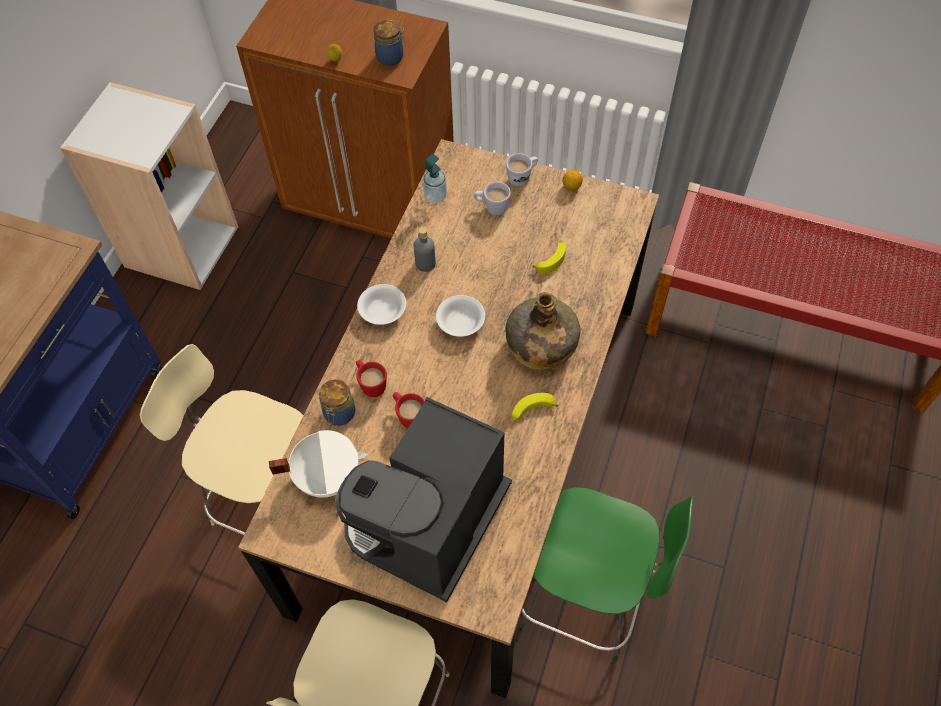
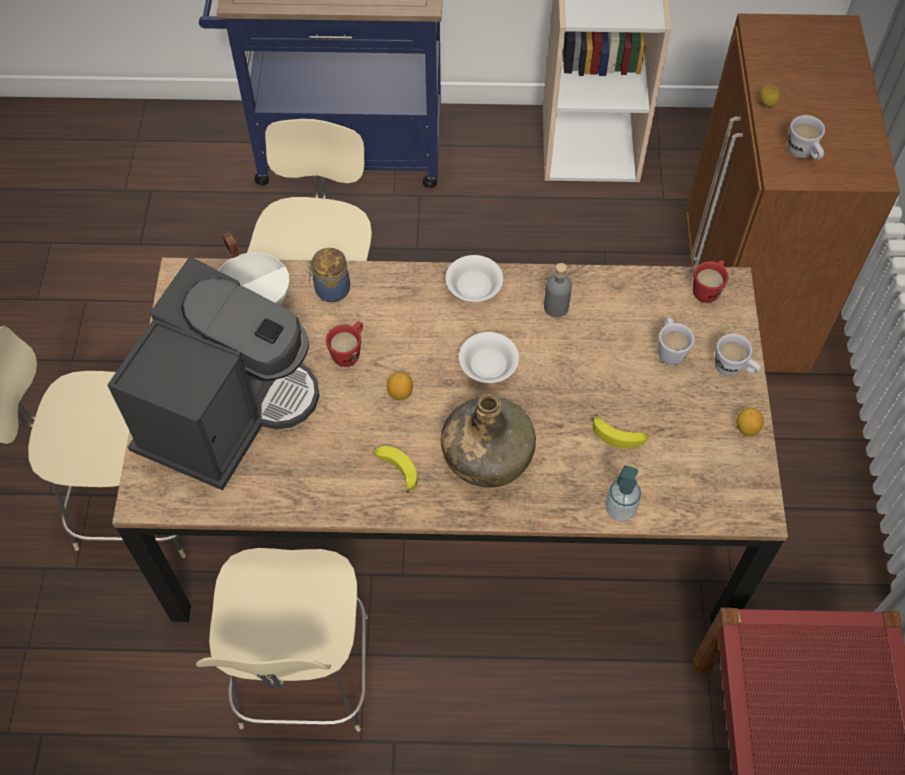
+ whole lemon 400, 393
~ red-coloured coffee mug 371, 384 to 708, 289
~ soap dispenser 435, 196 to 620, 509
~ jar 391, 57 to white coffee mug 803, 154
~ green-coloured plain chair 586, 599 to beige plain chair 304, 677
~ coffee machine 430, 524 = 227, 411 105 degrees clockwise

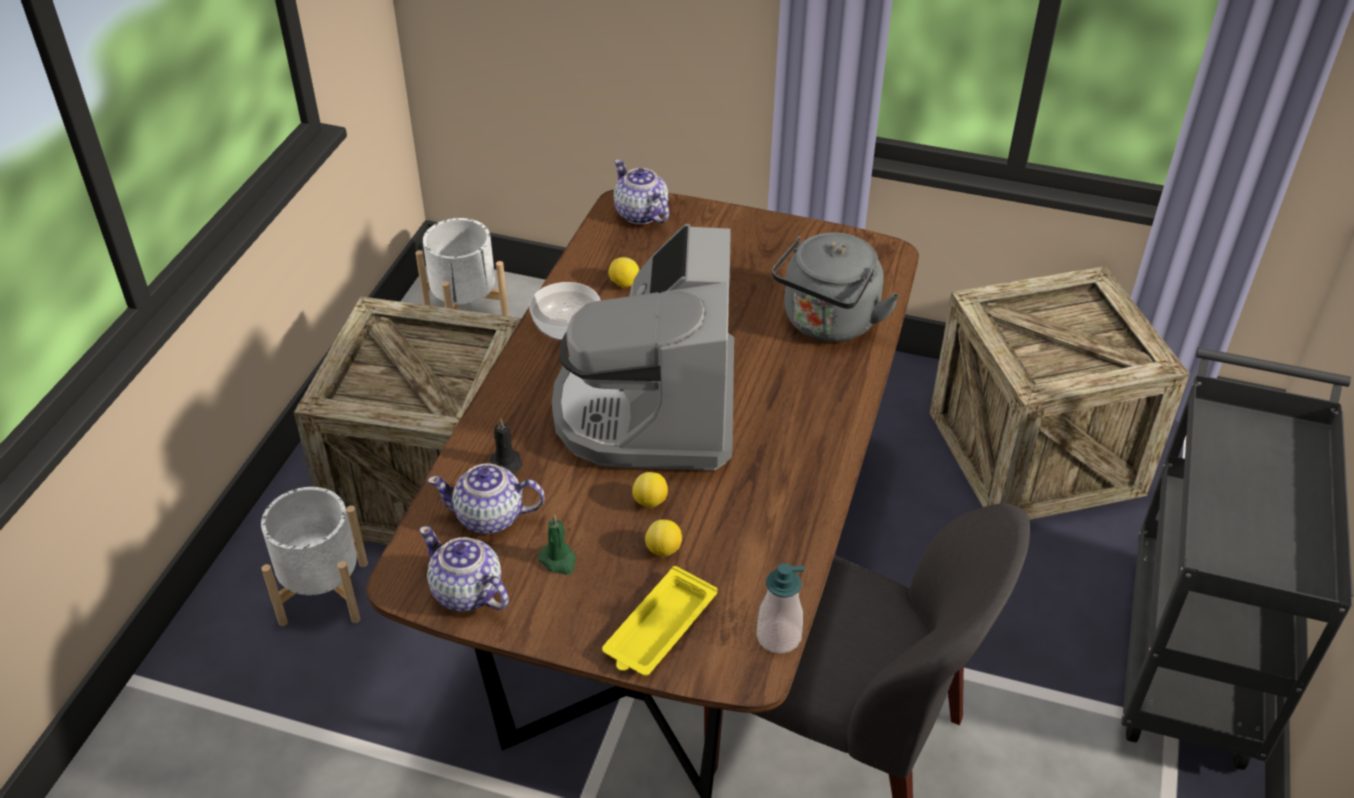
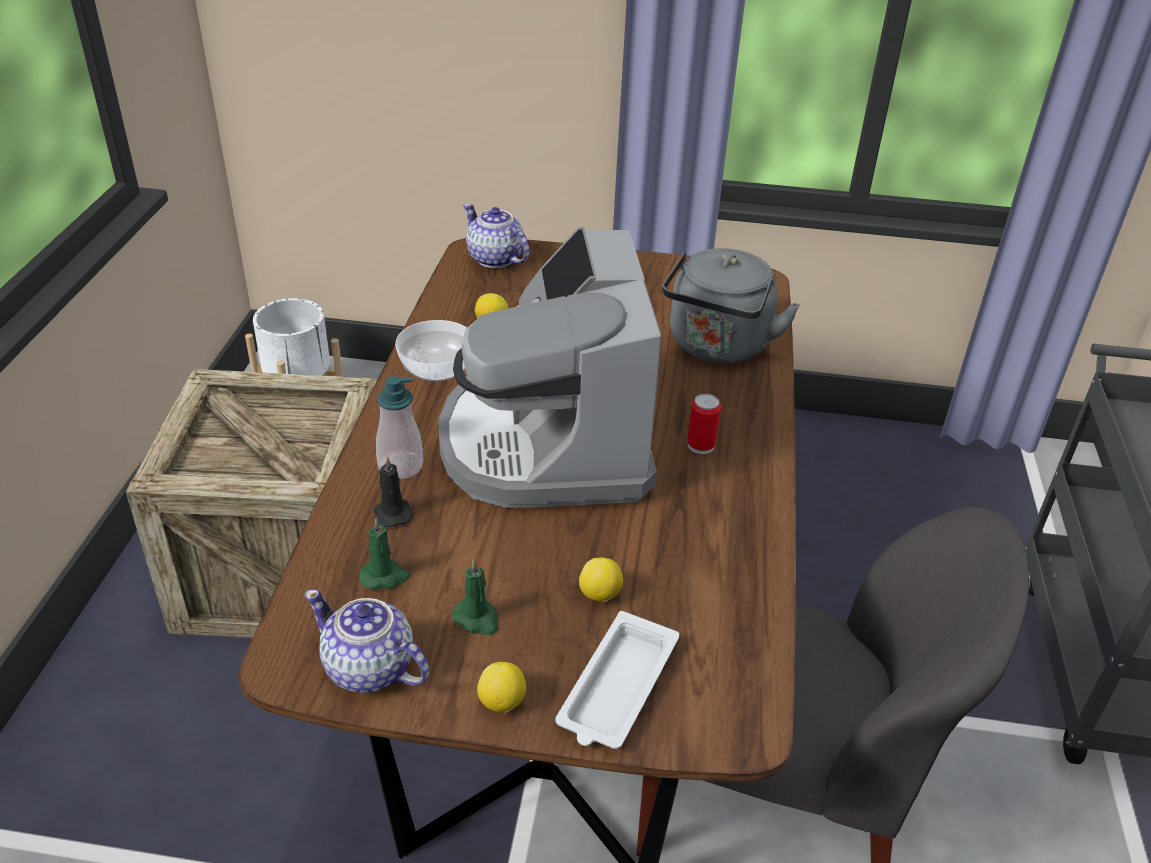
- white plant pot 324, 592
- crate 1035, 453
+ can 701, 445
~ whole lemon 650, 502 to 502, 702
~ soap dispenser 778, 636 to 400, 466
~ teapot 490, 517 to green-coloured wax candle 384, 576
~ yellow carrying tray 659, 629 to white carrying tray 617, 688

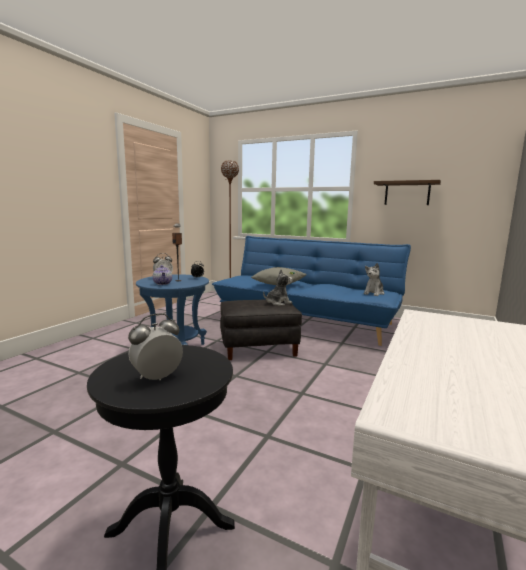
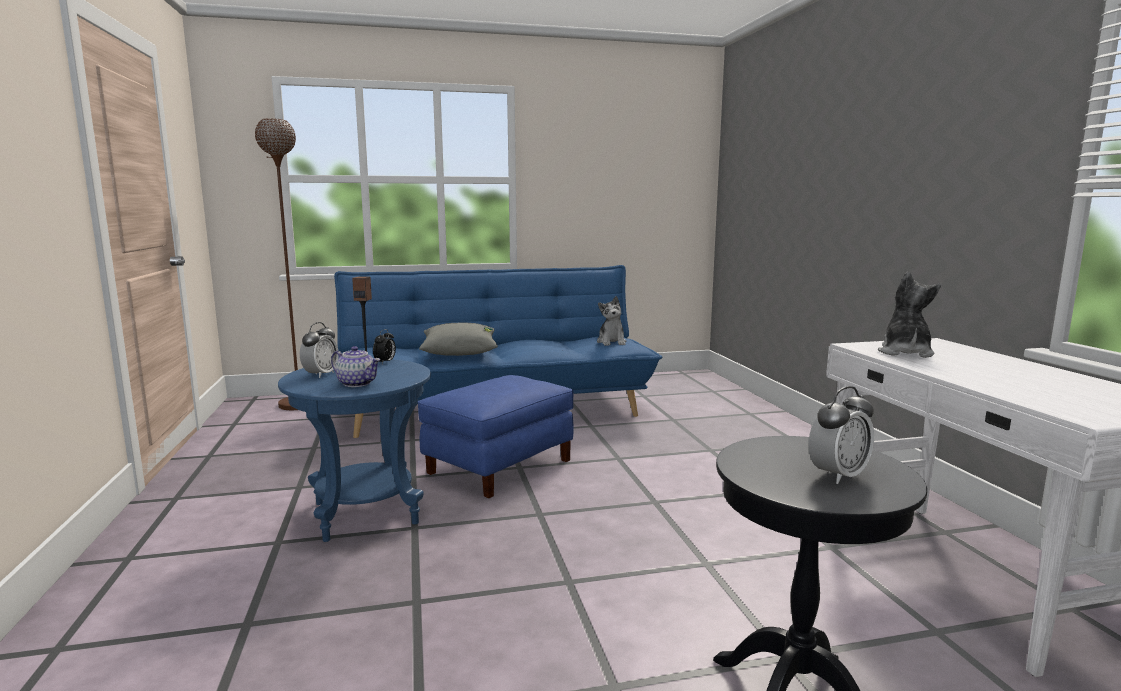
- shelf 407, 193
~ cuddly toy 278, 303 to 904, 353
~ black footrest 259, 348 to bluish footrest 499, 466
~ alarm clock 157, 377 = 838, 475 135 degrees counterclockwise

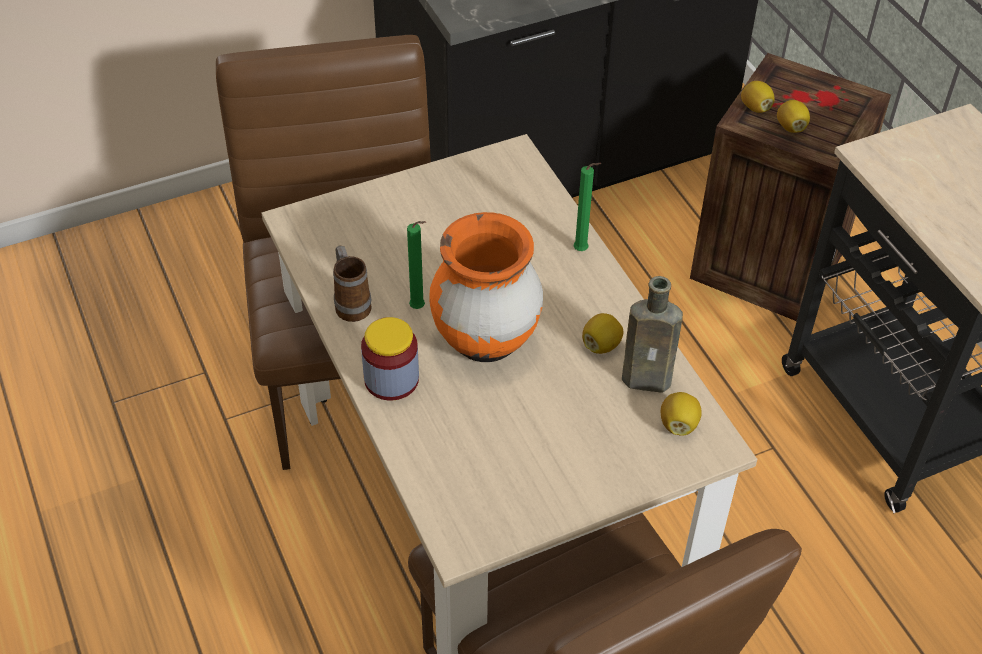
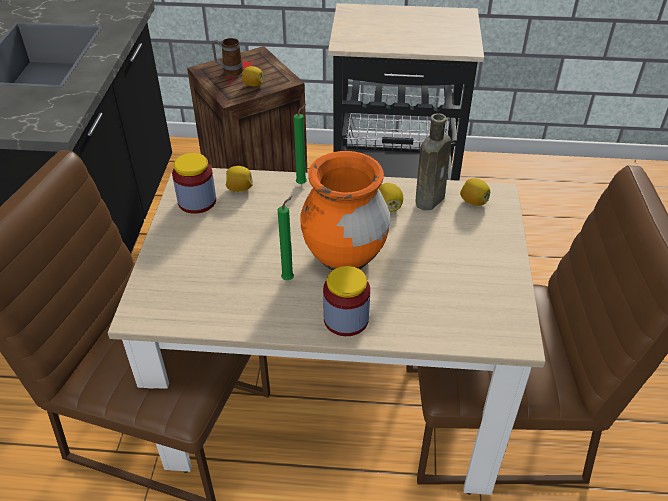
+ jar 197, 201
~ coffee mug 351, 303 to 229, 71
~ whole lemon 755, 107 to 239, 188

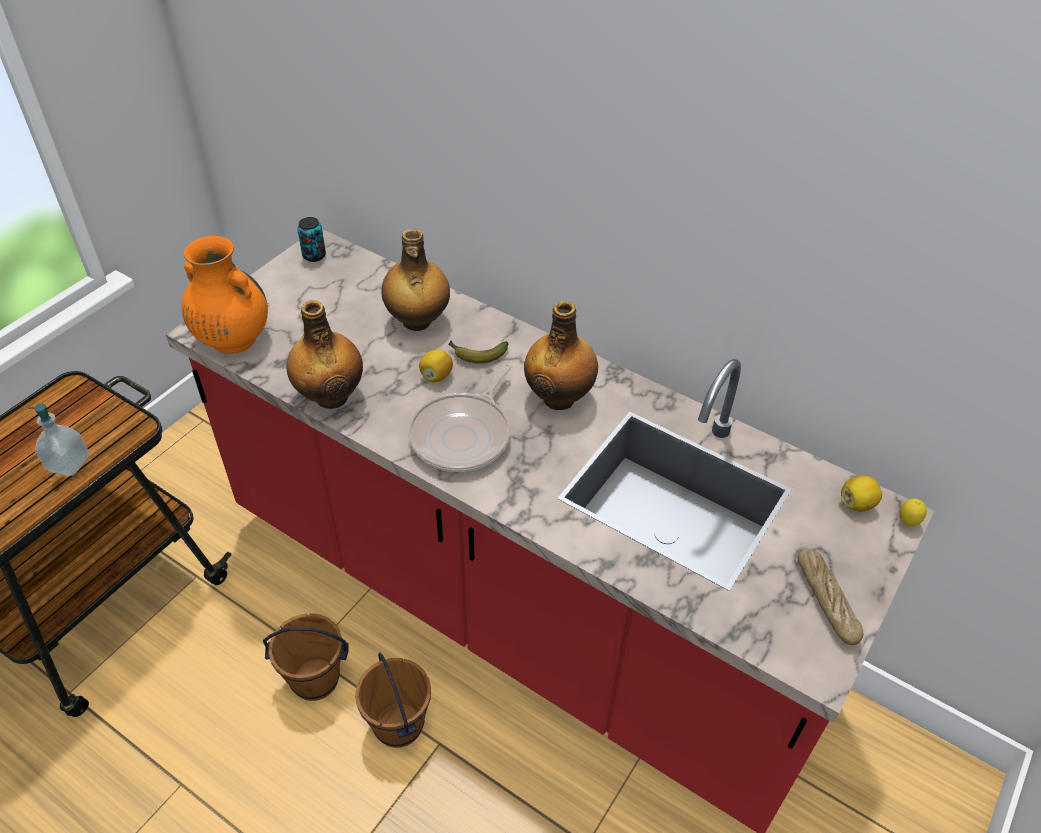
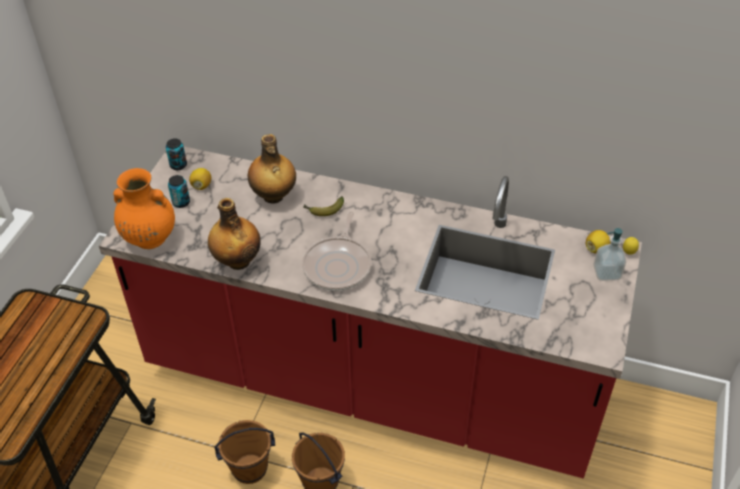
- bottle 559, 397
- bread 826, 600
+ can 181, 202
~ soap dispenser 68, 463 to 607, 272
~ whole lemon 436, 376 to 201, 186

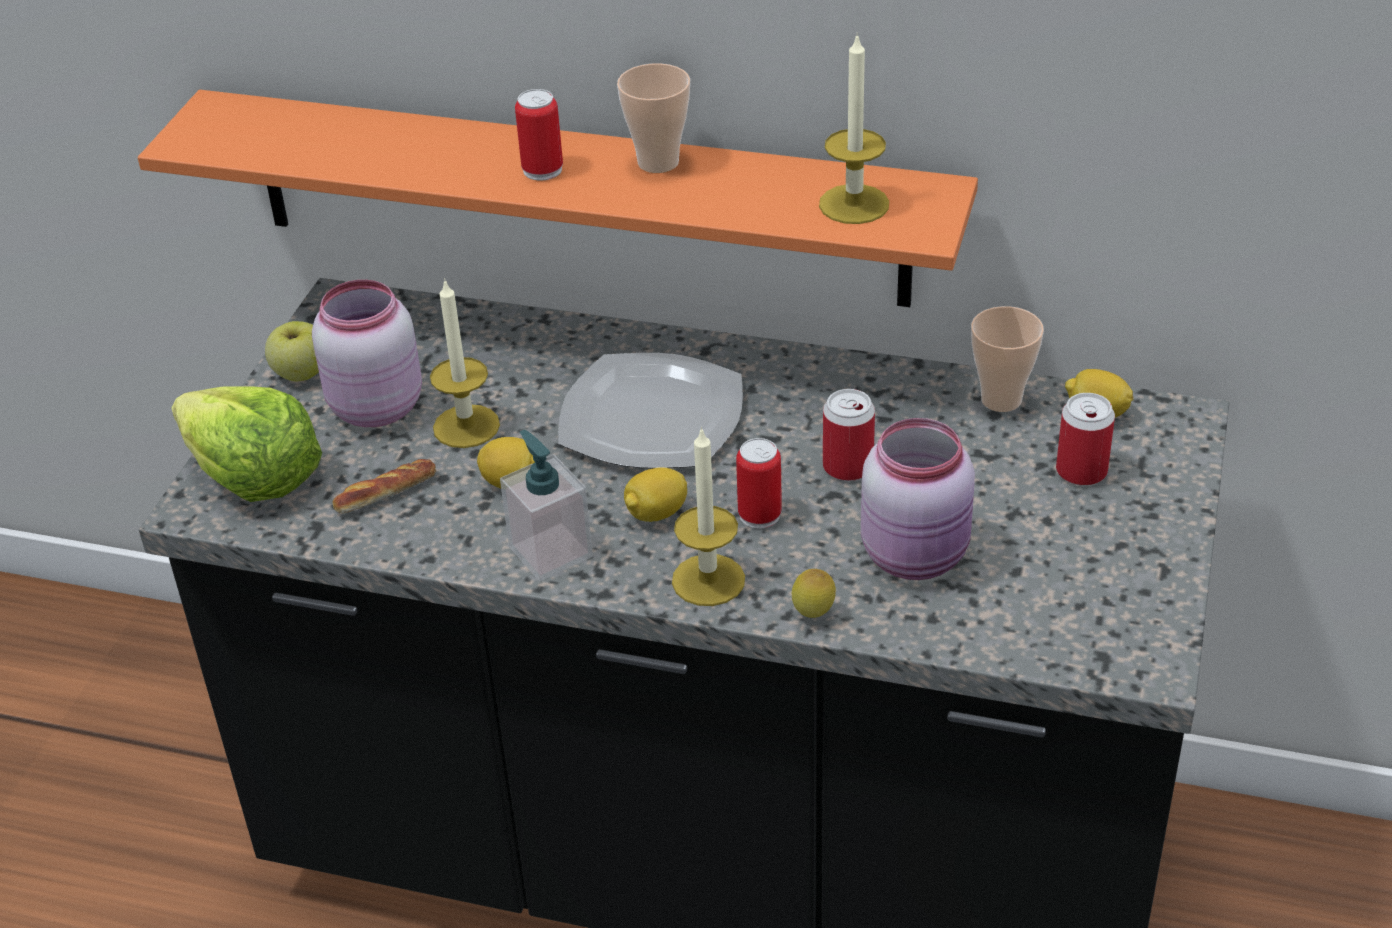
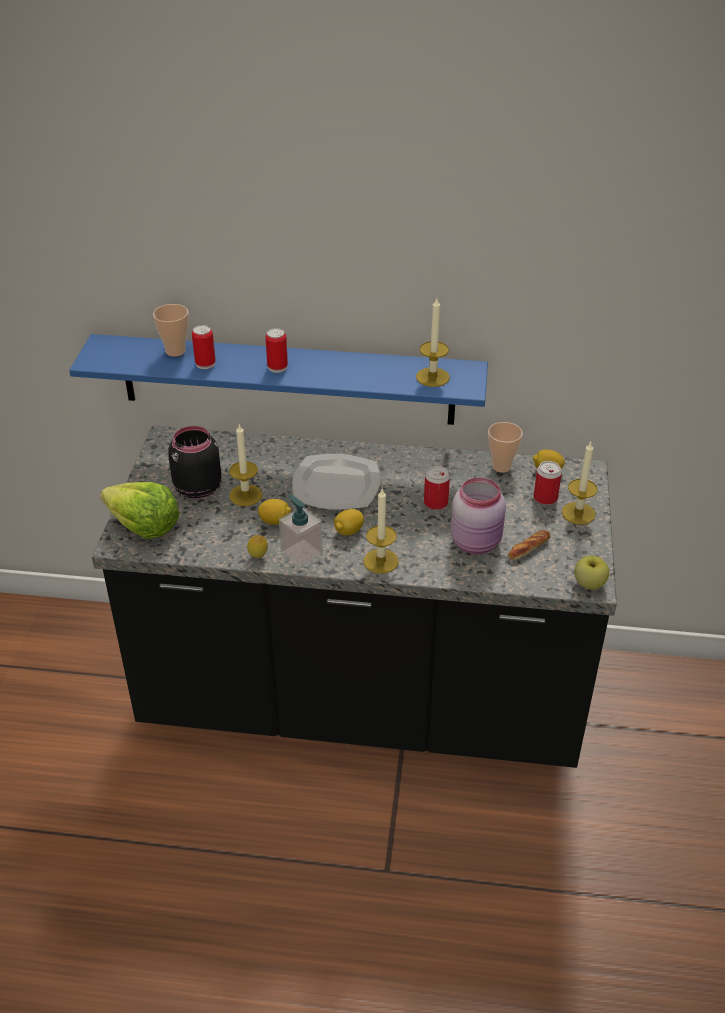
+ wax candle 578, 513
~ apple fruit 300, 373 to 589, 584
~ bread 386, 493 to 529, 548
~ drinking cup 658, 162 to 175, 351
~ can 759, 515 to 205, 364
~ whole lemon 813, 615 to 258, 557
~ orange-coloured shelf 576, 198 to bluish shelf 287, 379
~ pink jar 374, 406 to black jar 196, 488

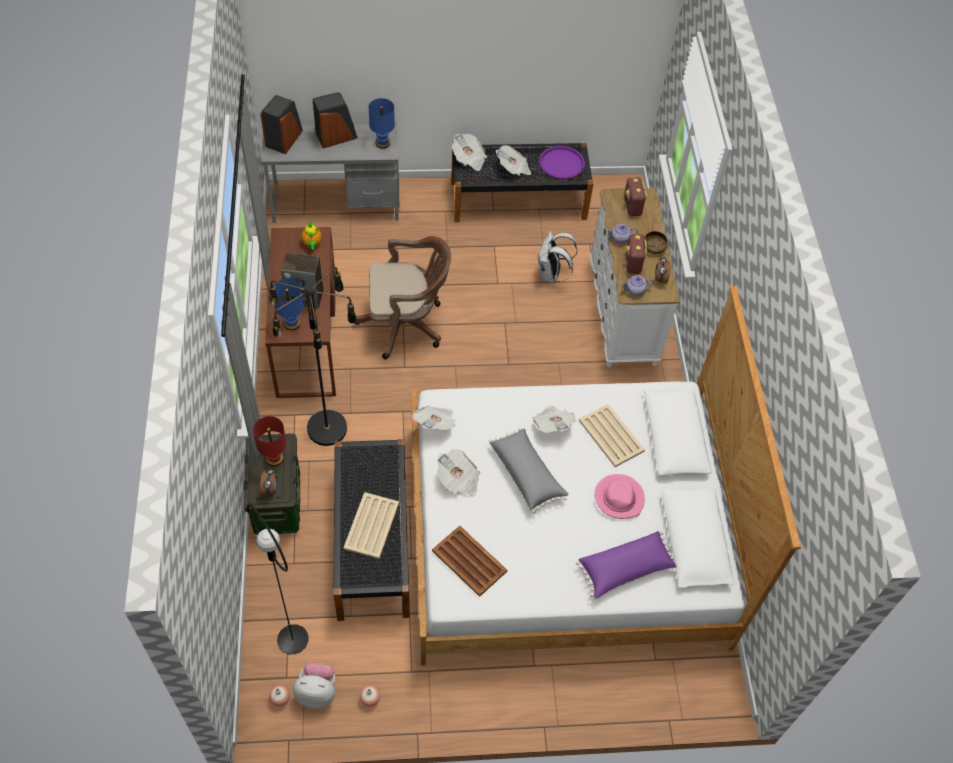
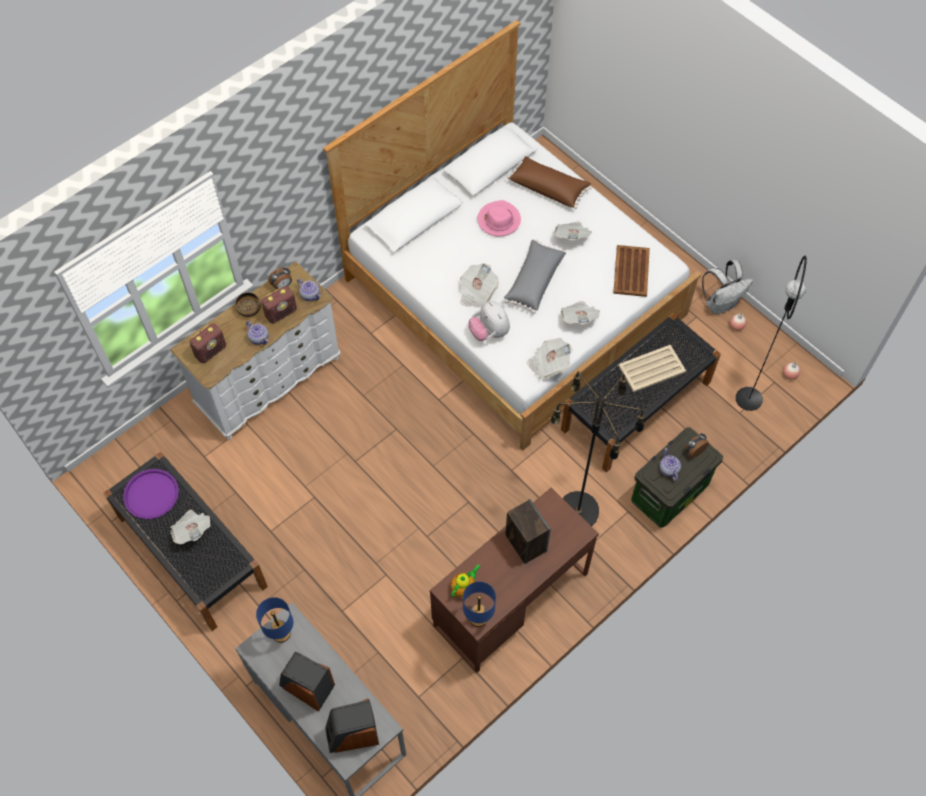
- brown-coloured office chair 406, 324
- beige carrying tray 611, 435
~ bluish table lamp 292, 323 to 478, 617
~ cuddly toy 317, 692 to 489, 332
~ daily paper 469, 159 to 571, 237
~ white rucksack 551, 275 to 720, 304
~ red-coloured table lamp 274, 458 to teapot 668, 469
~ purplish pillow 625, 569 to brown-coloured pillow 548, 188

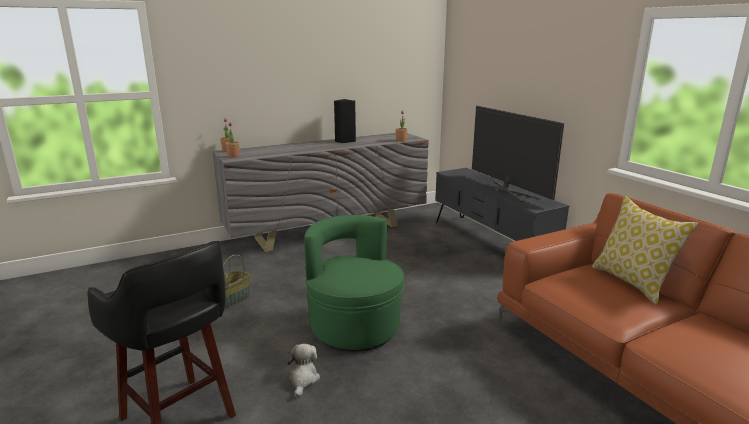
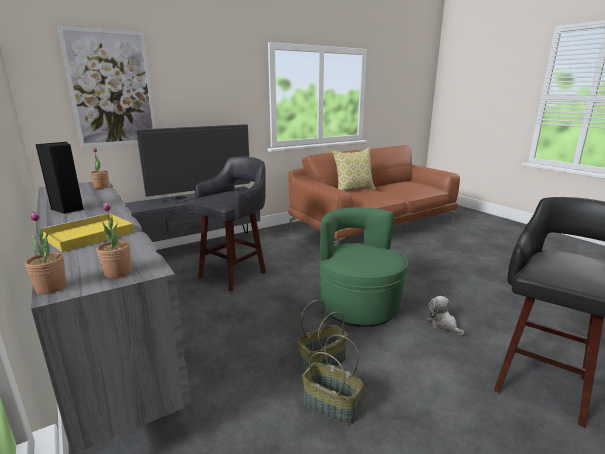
+ yellow carrying tray 87, 235
+ wall picture 112, 89
+ greyish sitting stool 235, 274
+ storage basket 322, 361
~ cuddly toy 303, 379 = 443, 324 60 degrees clockwise
~ green-coloured armchair 355, 328 = 360, 306 105 degrees clockwise

